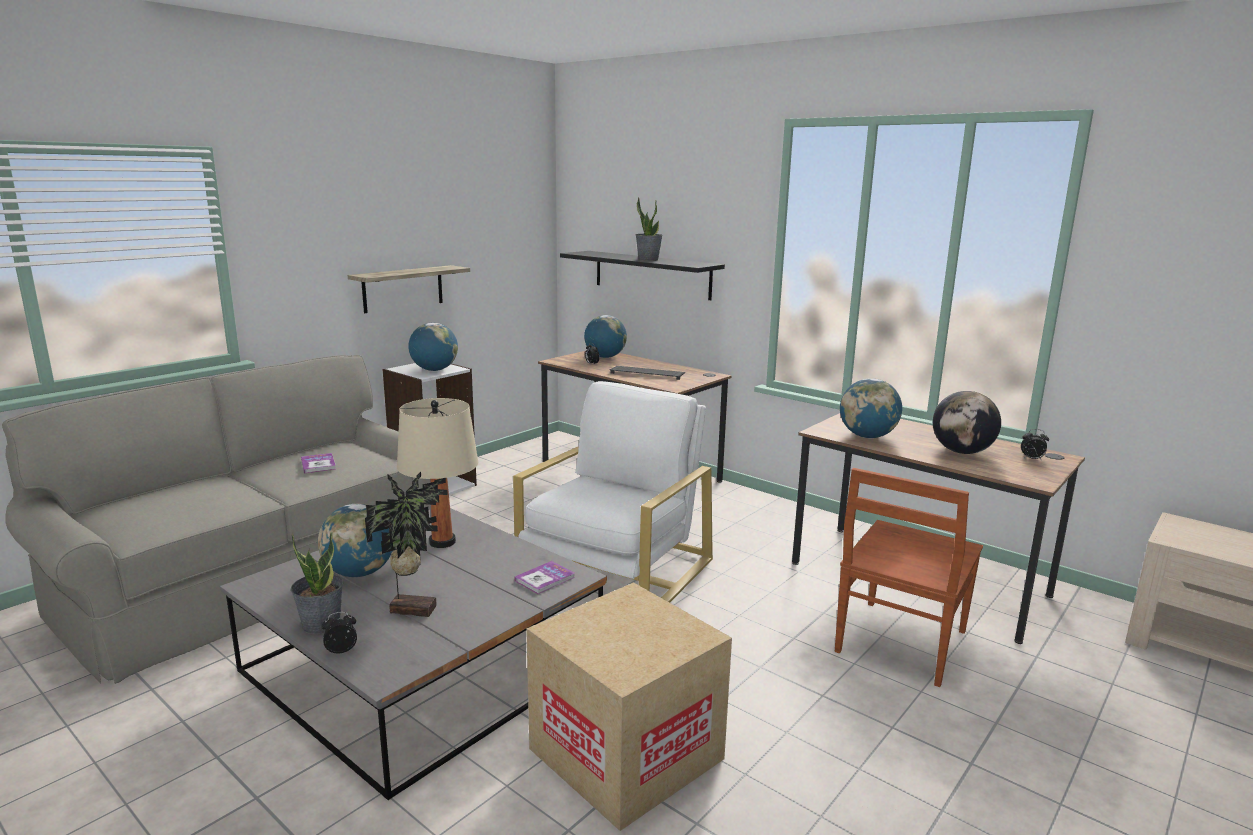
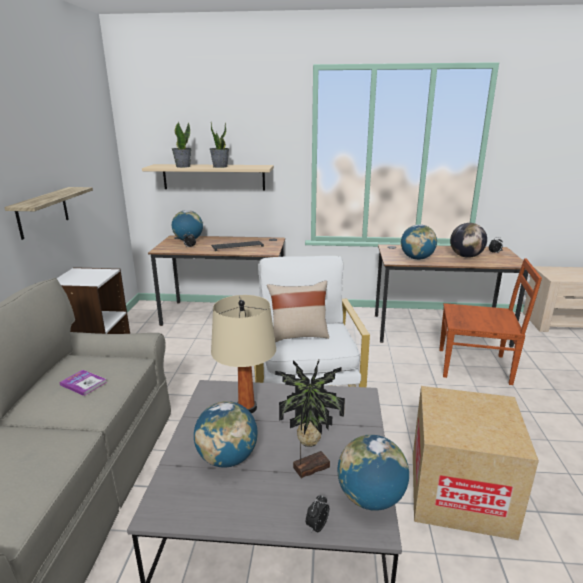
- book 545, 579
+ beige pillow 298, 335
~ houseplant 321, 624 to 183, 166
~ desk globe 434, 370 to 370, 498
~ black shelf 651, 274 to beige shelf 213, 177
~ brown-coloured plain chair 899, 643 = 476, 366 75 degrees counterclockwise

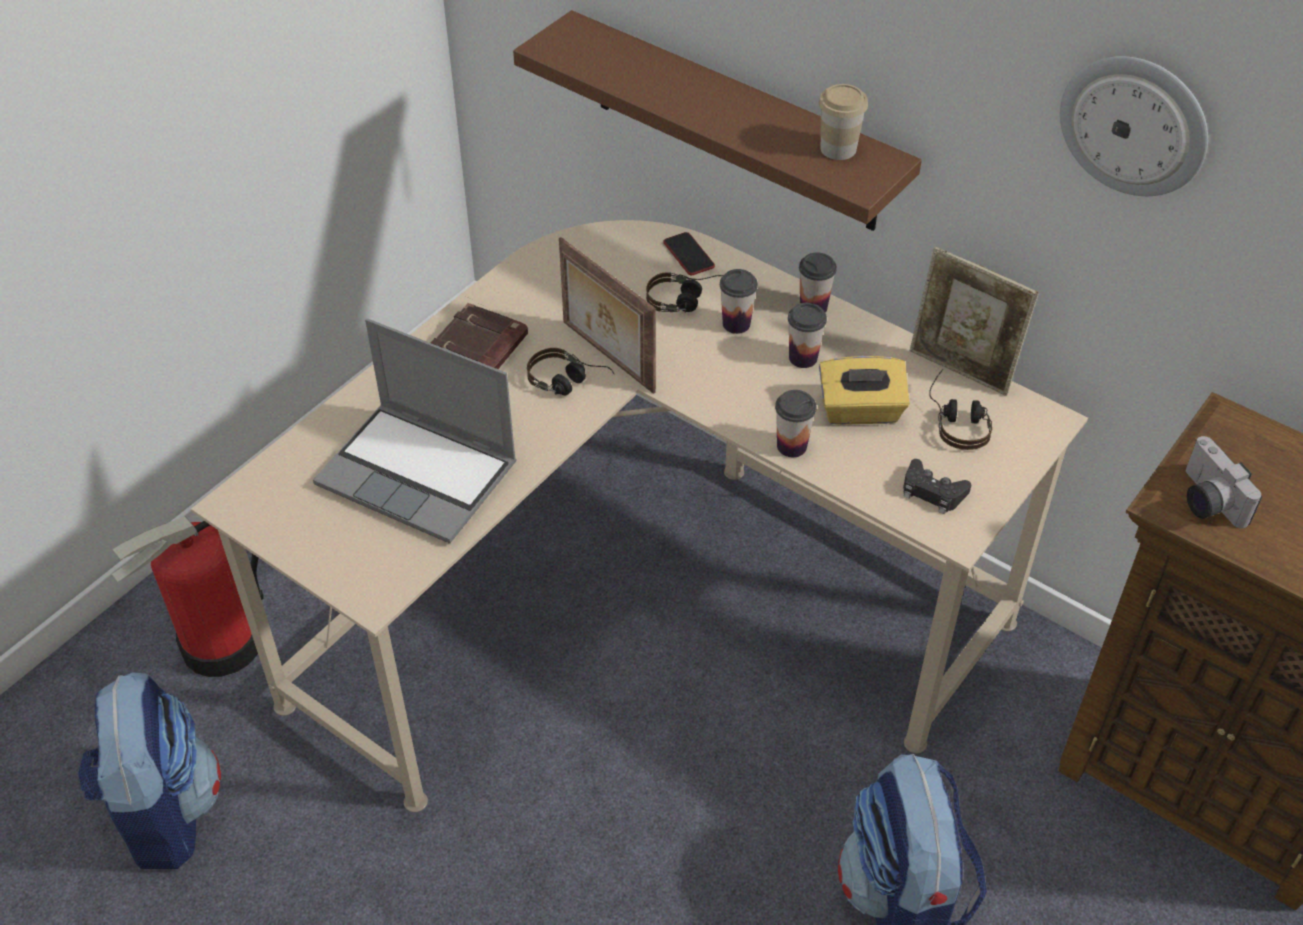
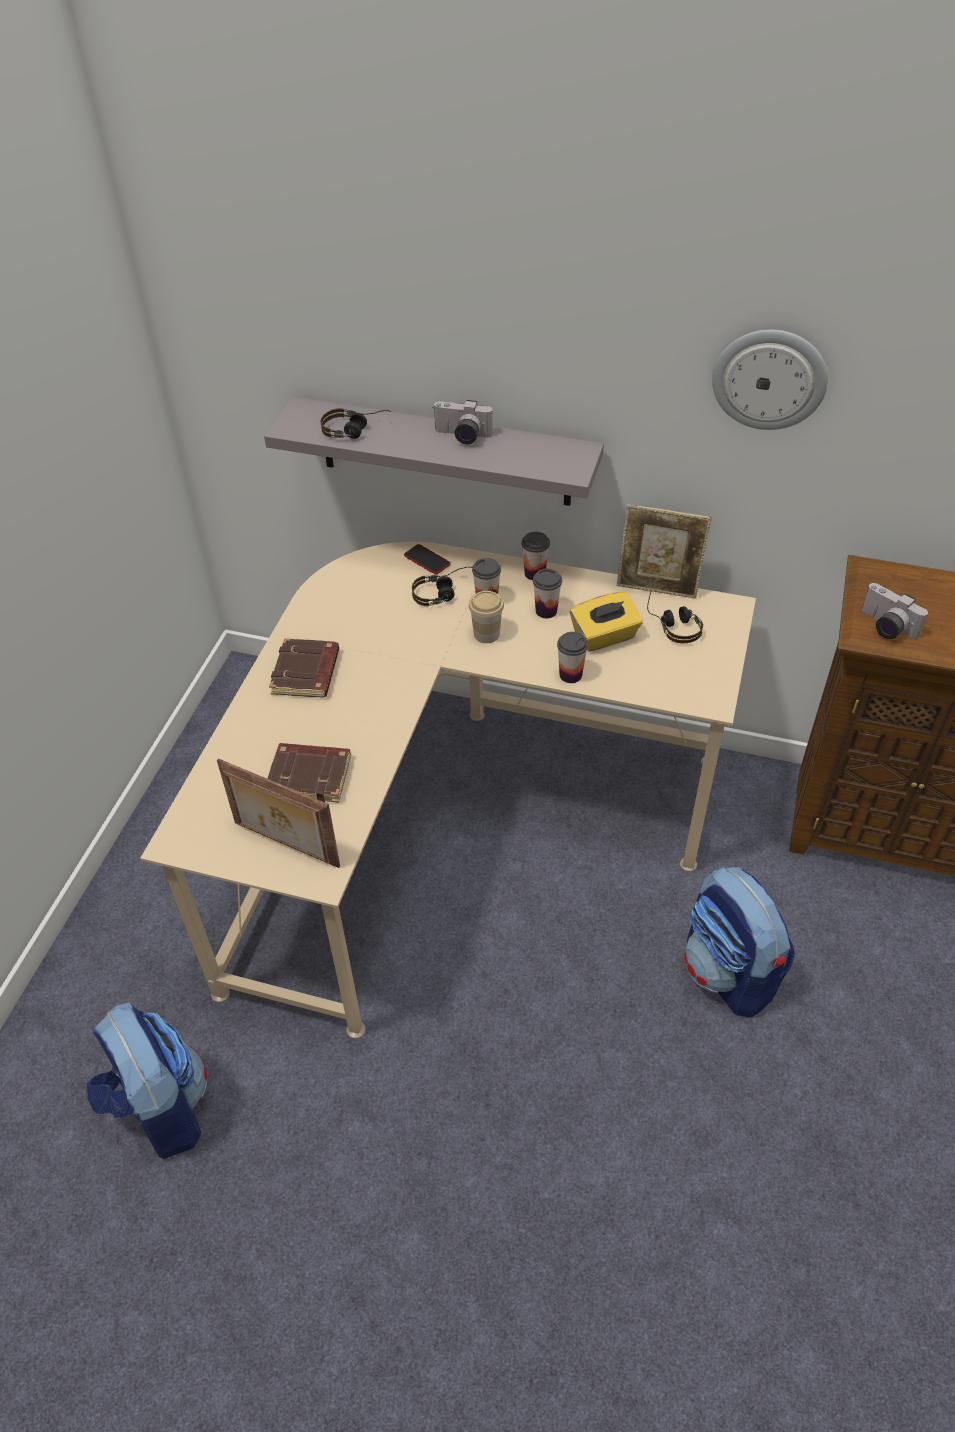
- fire-fighting cylinder 222, 645
- black game controller 932, 492
+ photo camera 462, 436
~ headphones 570, 383 to 356, 431
~ picture frame 606, 357 to 285, 846
~ drinking cup 838, 149 to 486, 634
~ portable computer 420, 474 to brown-coloured book 310, 776
~ brown-coloured shelf 735, 123 to greyish shelf 445, 452

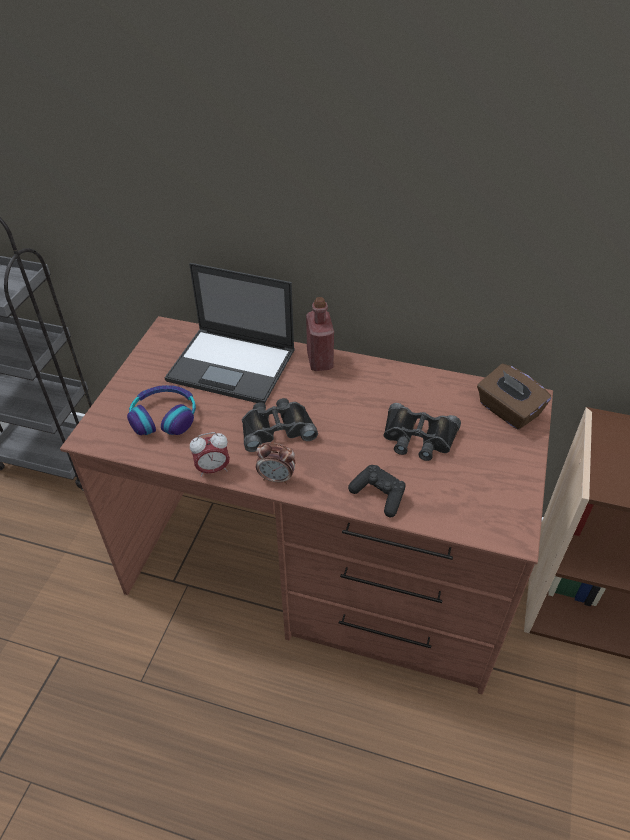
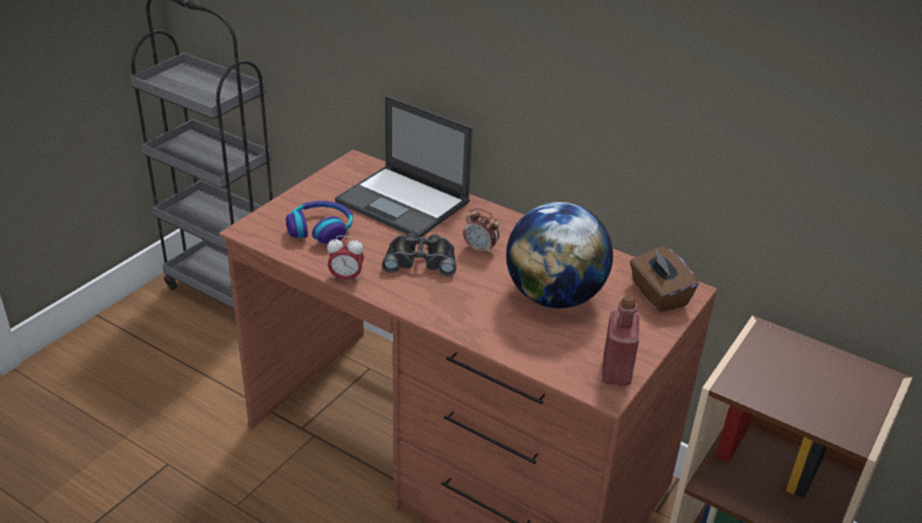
- black game controller 379, 495
~ alarm clock 276, 478 to 480, 249
~ red-coloured bottle 320, 360 to 616, 372
~ black field glasses 418, 438 to desk globe 554, 296

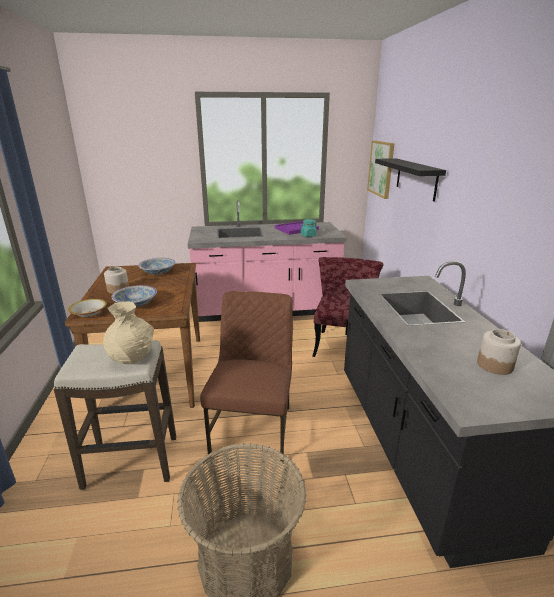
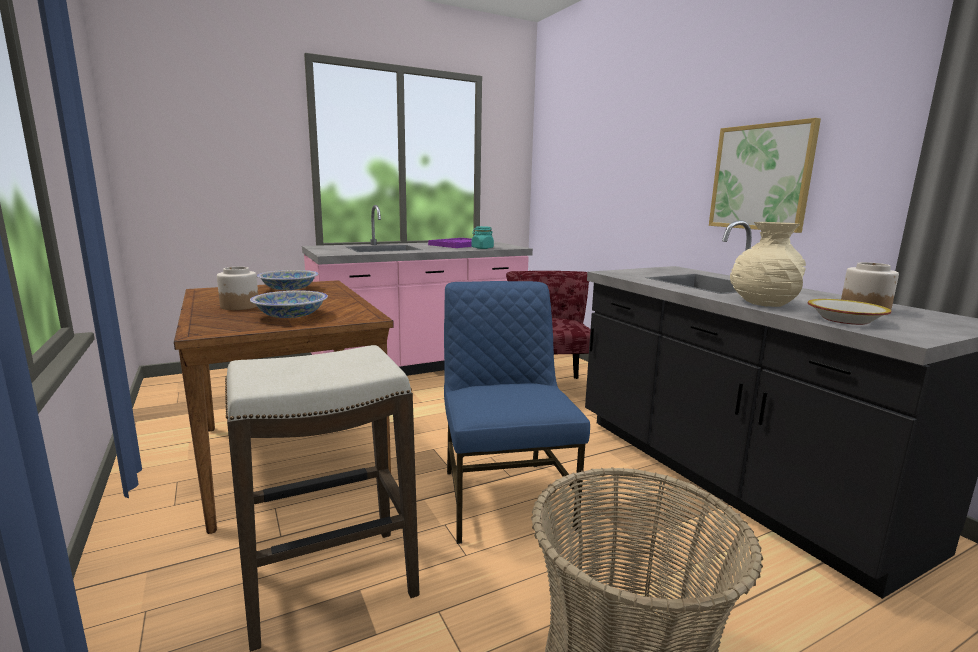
- black shelf 416, 178
~ serving bowl 89, 312 to 845, 320
~ beige vase 132, 356 to 761, 302
~ wall picture 381, 168 to 761, 177
~ brown-coloured plain chair 254, 428 to bluish plain chair 504, 497

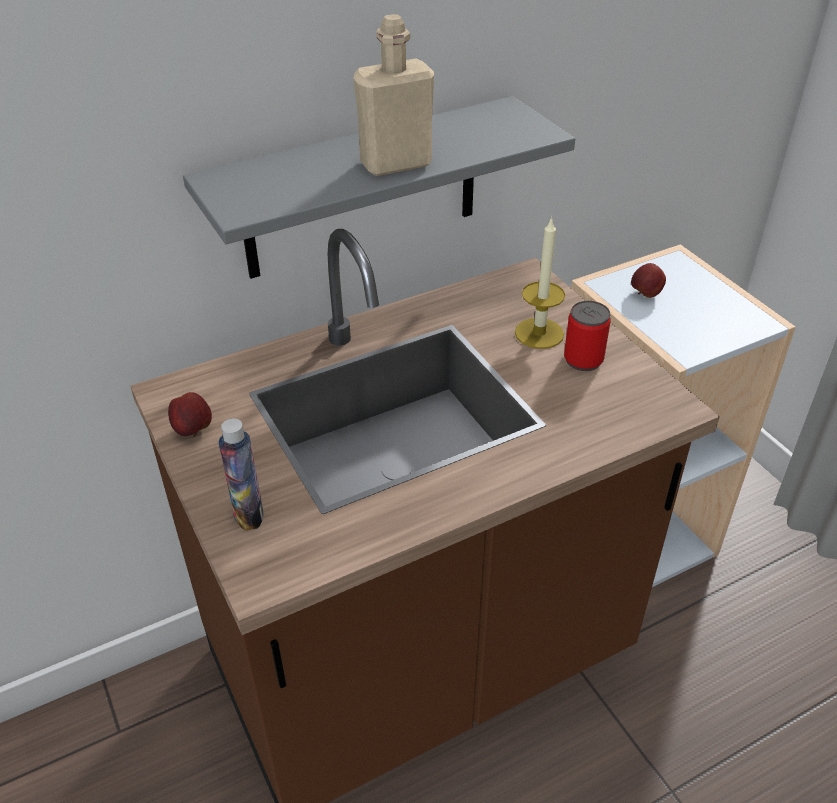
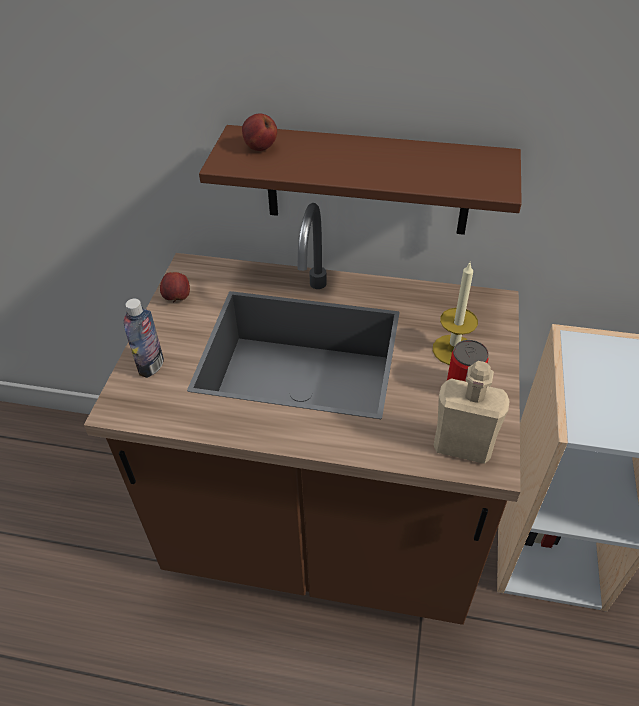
~ beige bottle 396, 164 to 462, 446
~ apple fruit 645, 294 to 260, 148
~ greyish shelf 362, 190 to brown-coloured shelf 367, 181

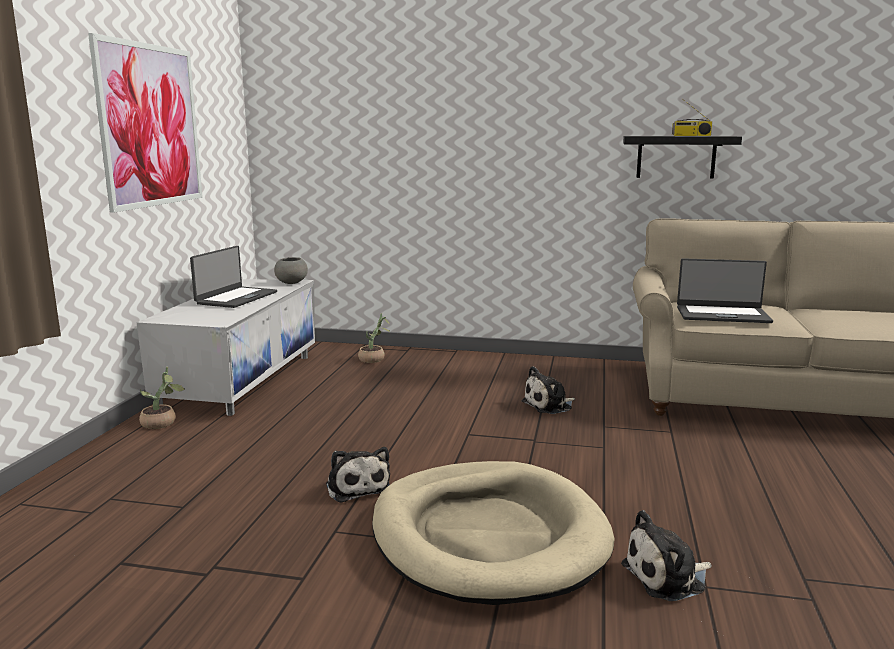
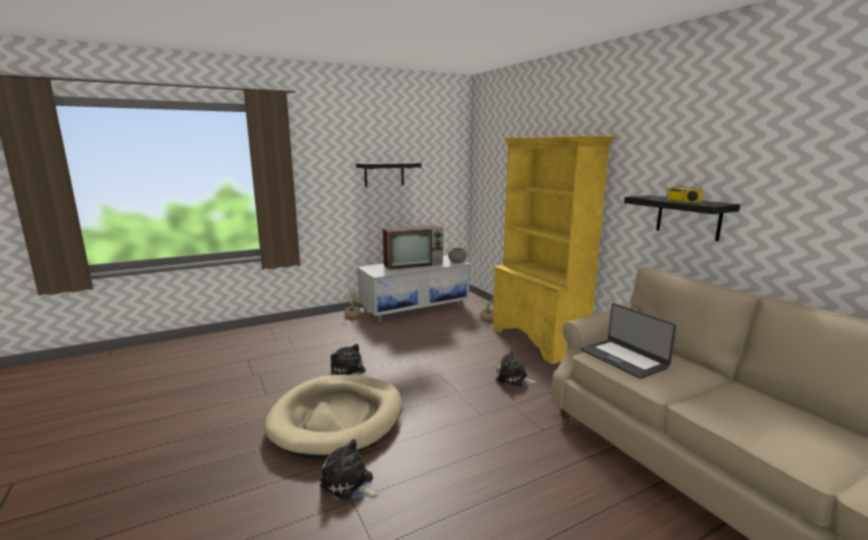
+ yellow bookshelf 538, 340
~ wall picture 150, 126 to black shelf 384, 174
~ portable computer 236, 298 to TV set 414, 264
~ cuddly toy 357, 486 = 348, 372 120 degrees clockwise

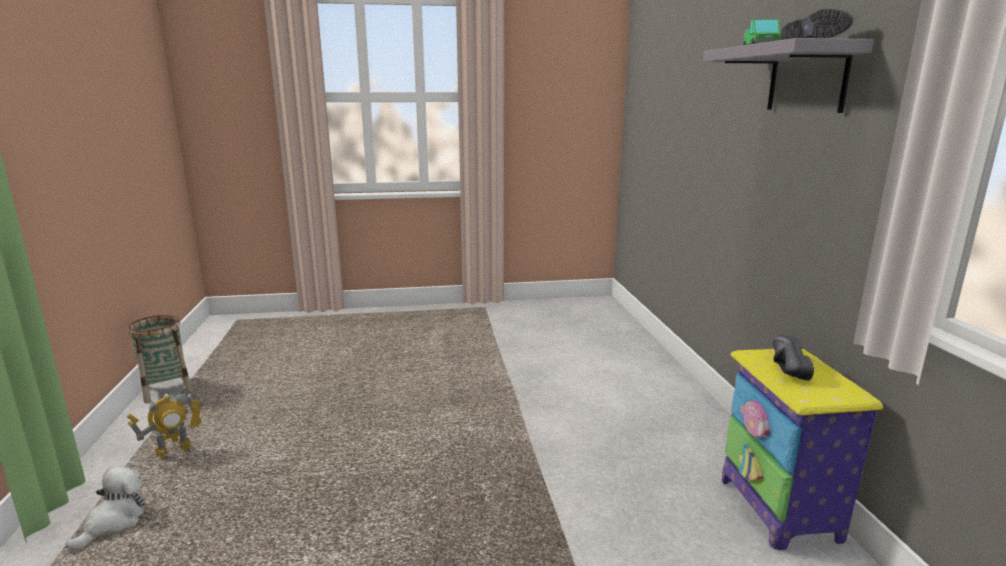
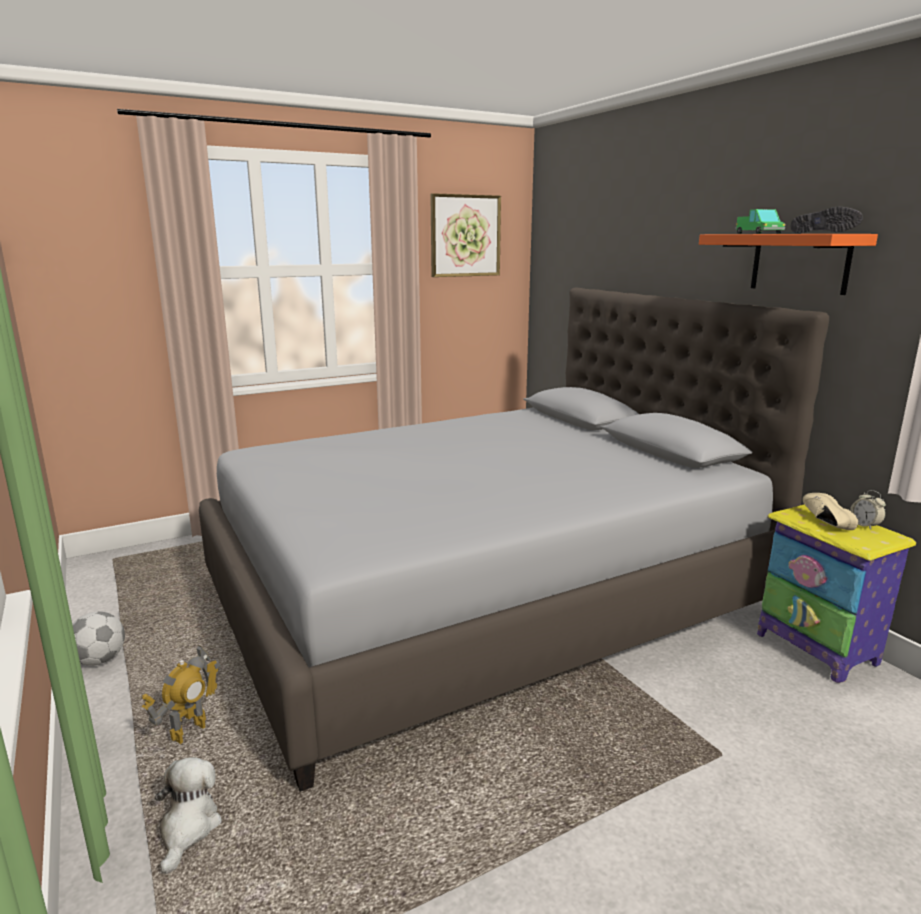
+ greyish bed 484, 596
+ wall picture 465, 236
+ alarm clock 865, 525
~ storage basket 166, 390 to football 99, 660
~ greyish shelf 807, 79 to orange-coloured shelf 799, 263
~ black low shoe 783, 367 to beige low shoe 822, 522

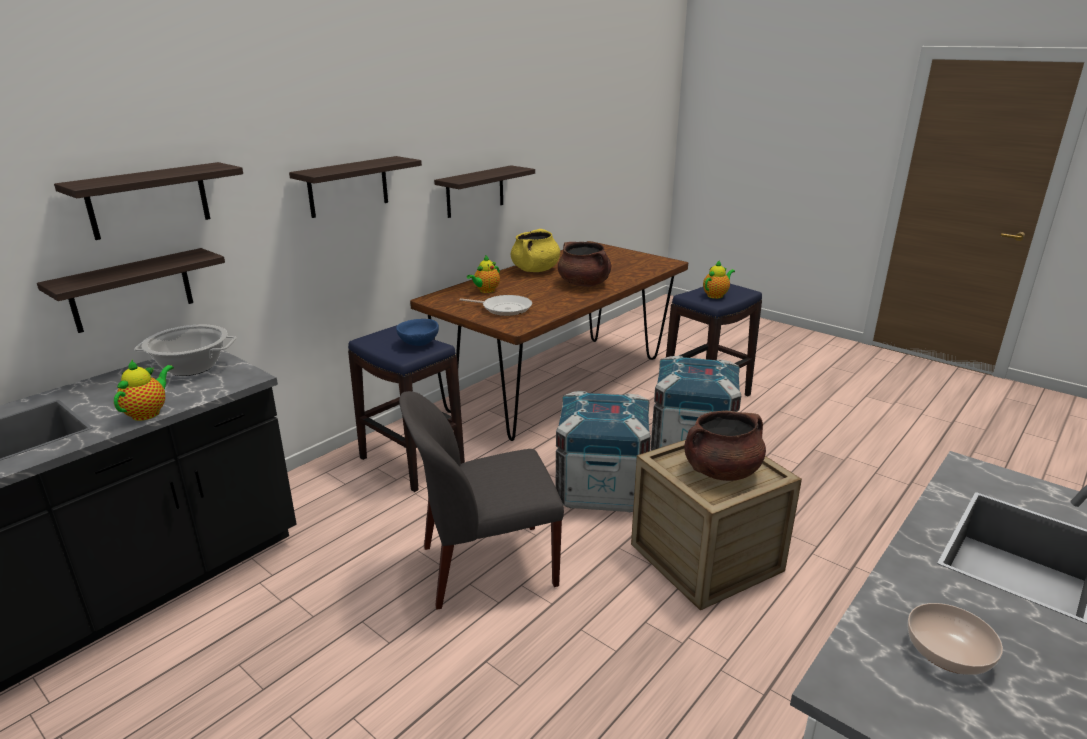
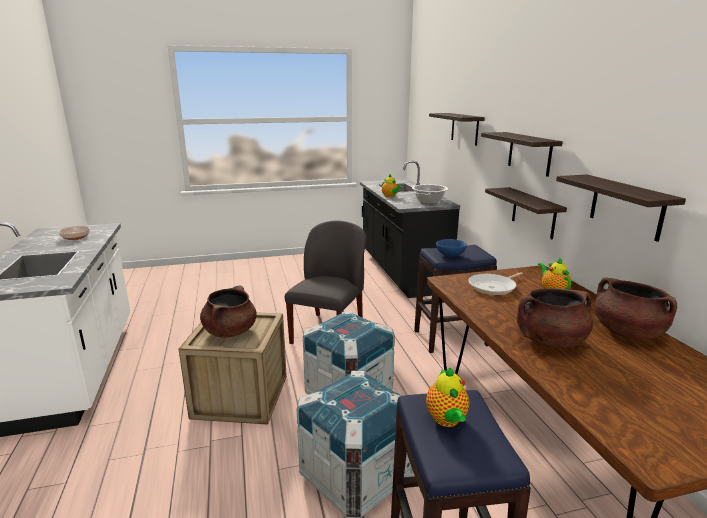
~ shelf 131, 290 to 533, 213
~ yellow stockpot 535, 270 to brown-coloured stockpot 627, 332

